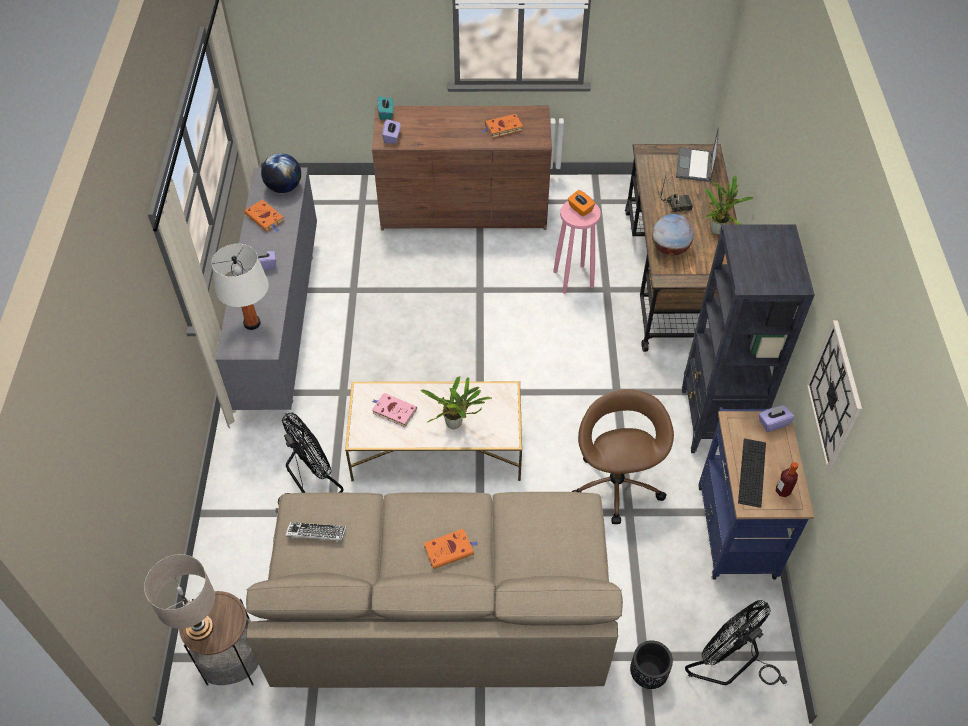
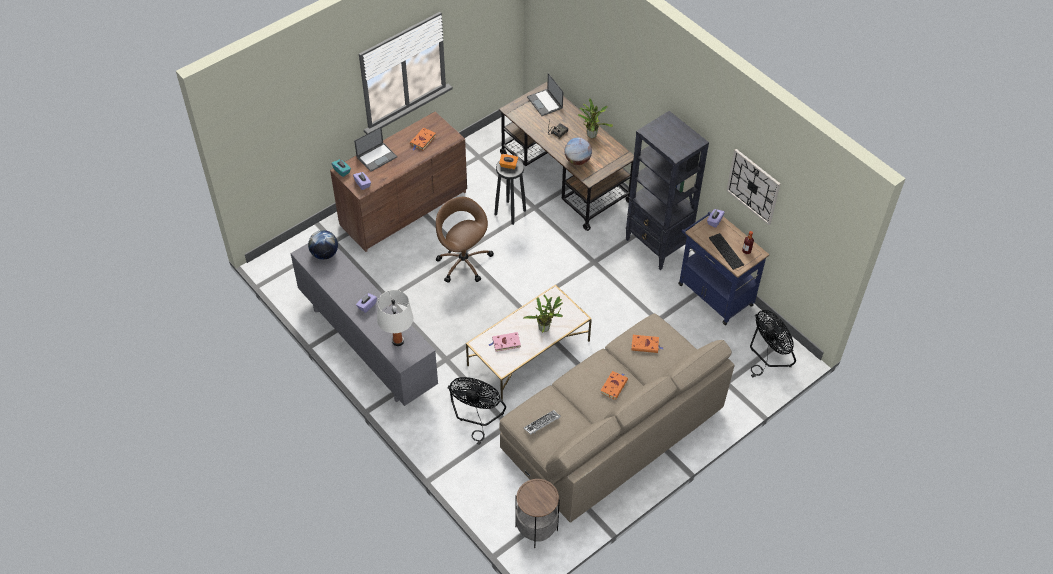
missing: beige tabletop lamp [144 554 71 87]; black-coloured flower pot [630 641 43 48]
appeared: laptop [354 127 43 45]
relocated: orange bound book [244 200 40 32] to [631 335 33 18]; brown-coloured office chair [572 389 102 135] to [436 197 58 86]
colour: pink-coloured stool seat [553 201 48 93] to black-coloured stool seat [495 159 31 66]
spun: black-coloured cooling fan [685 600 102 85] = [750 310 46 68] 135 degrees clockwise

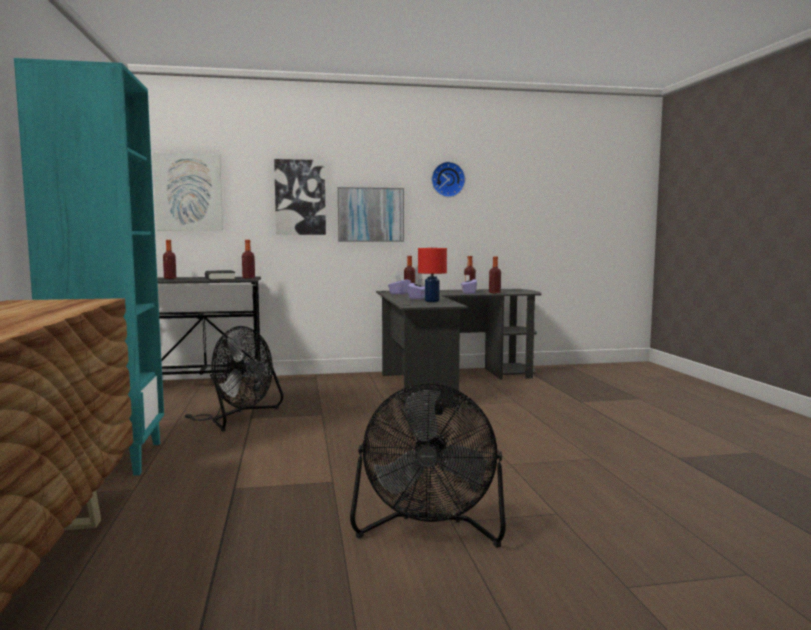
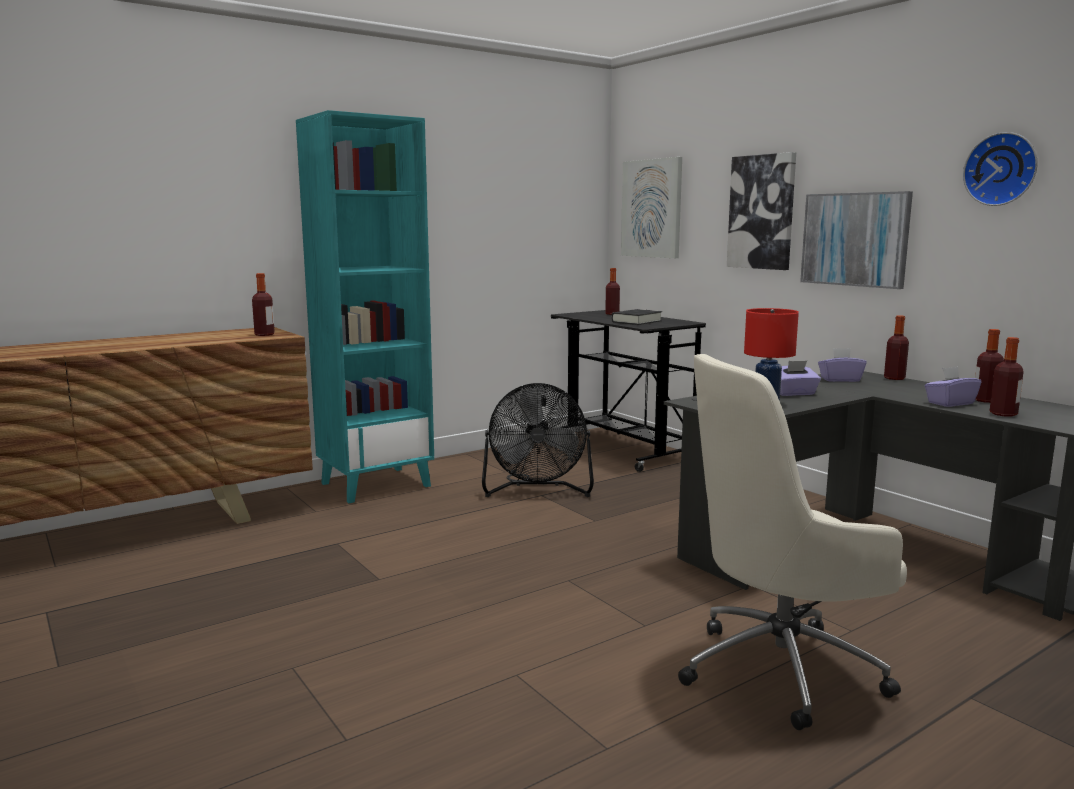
missing: black-coloured cooling fan [350 384 156 164]
appeared: beige office chair [678 354 229 376]
relocated: beverage bottle [242 240 13 38] to [252 273 23 63]

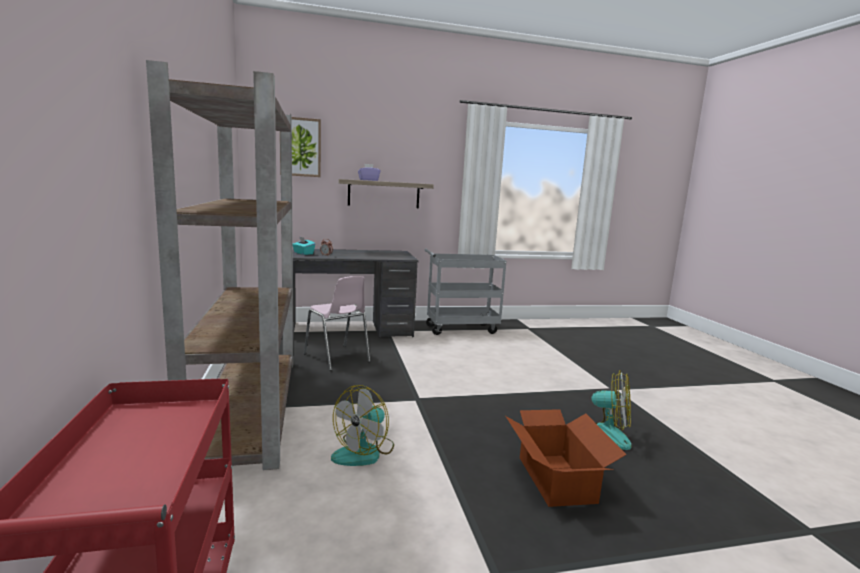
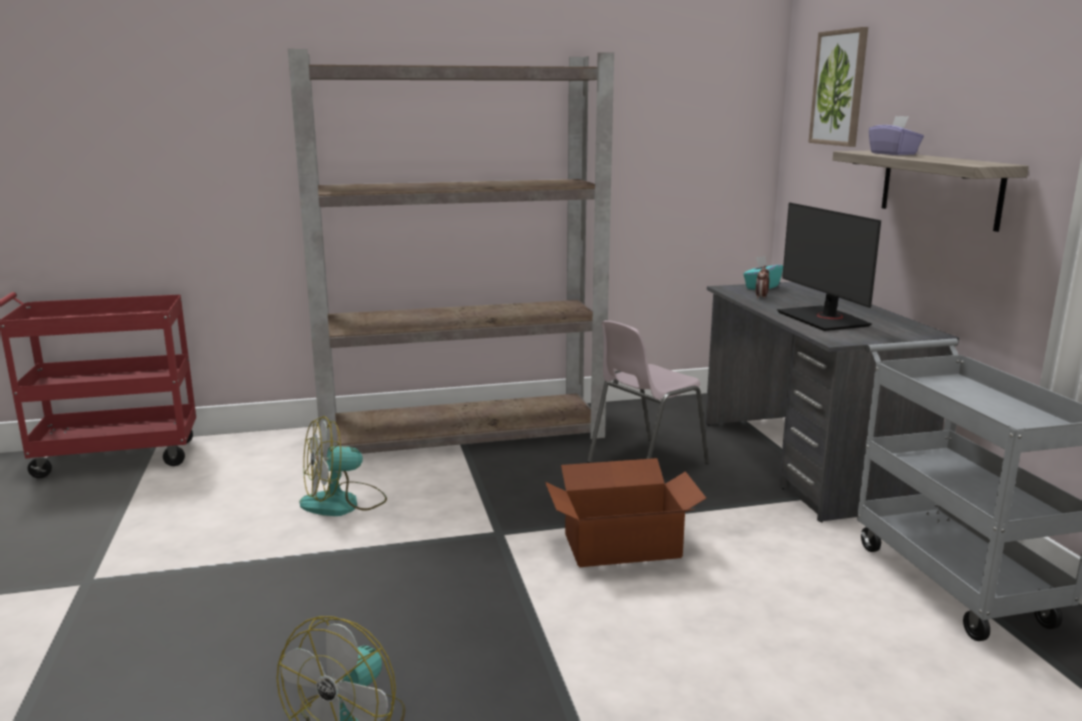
appeared: computer screen [777 203 104 128]
relocated: carton [506 409 121 98] to [545 458 161 109]
spun: cooling fan [331 385 63 81] = [299 416 88 100] 60 degrees counterclockwise

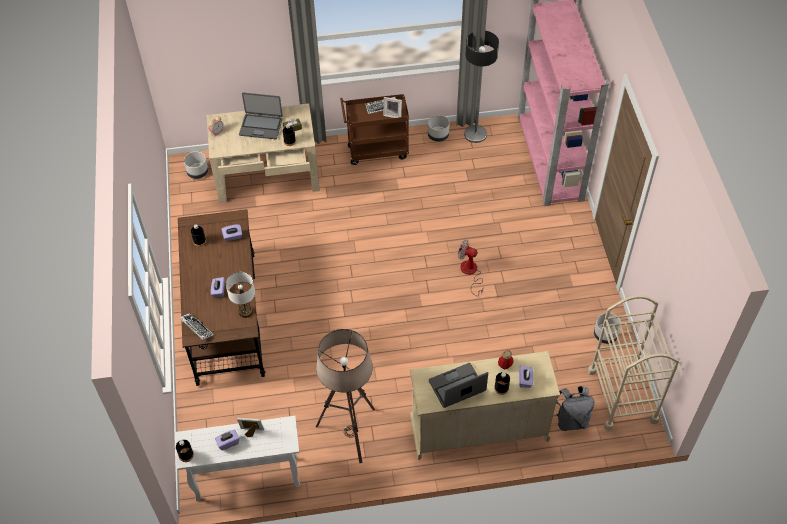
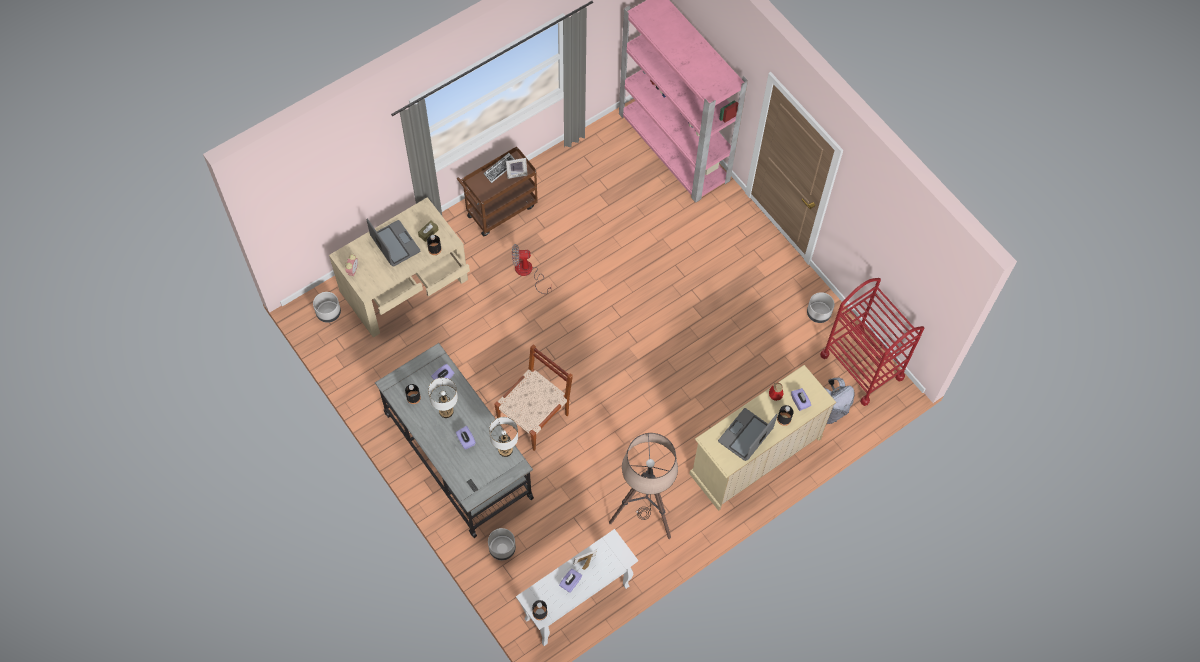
missing: standing lamp [464 31 35 112]; computer keyboard [180 313 34 27]
appeared: plain chair [494 344 79 107]; tabletop lamp [428 377 30 41]
relocated: gray flower pot [428 115 22 27] to [488 528 28 32]; cooling fan [458 240 25 56] to [512 244 39 50]
colour: brown-coloured desk unit [178 209 87 177] to gray desk unit [375 343 159 195]; beige wheeled cart [588 295 91 136] to reddish wheeled cart [820 278 105 128]
spun: laptop [239 93 44 46] = [367 219 53 48] 105 degrees counterclockwise

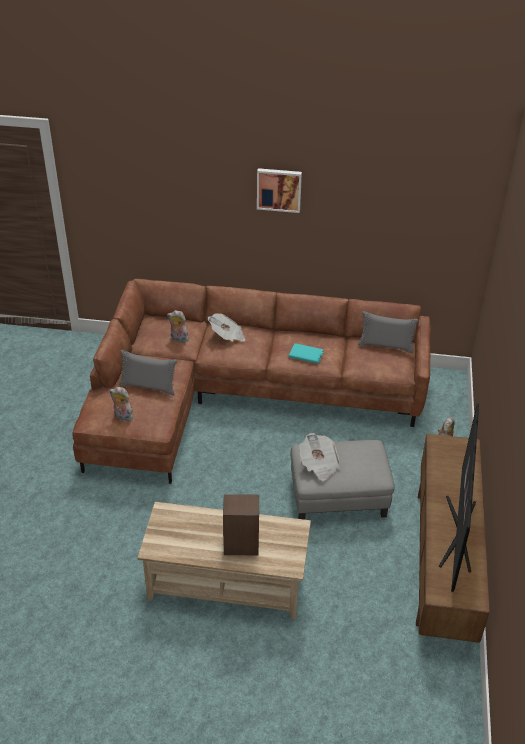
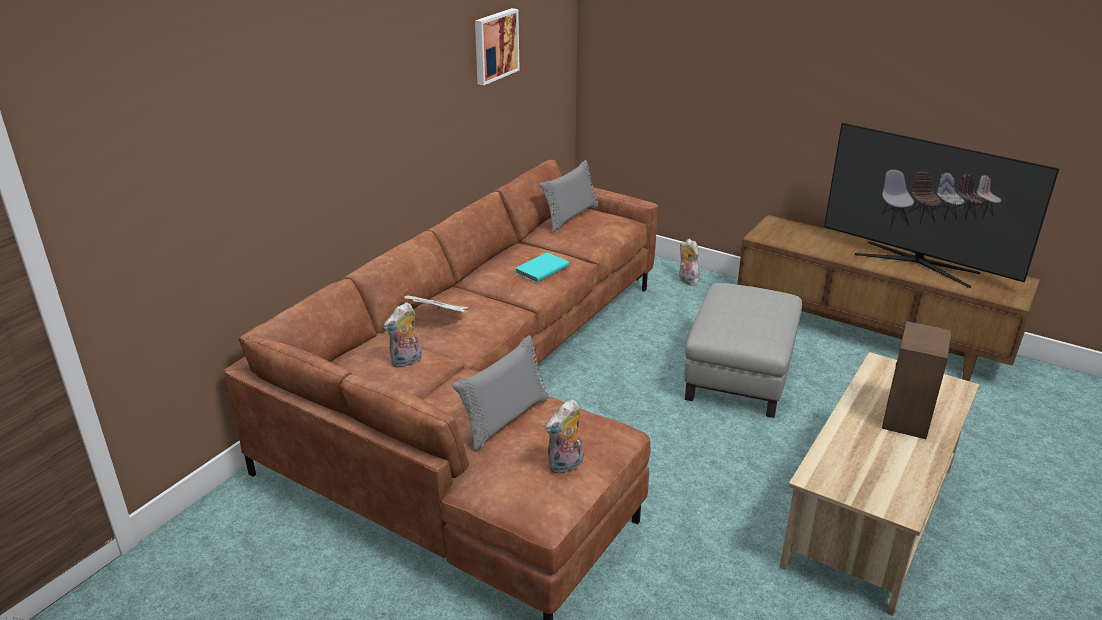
missing: daily paper [299 433 41 48]
relocated: picture [257 168 45 45] to [475 8 44 77]

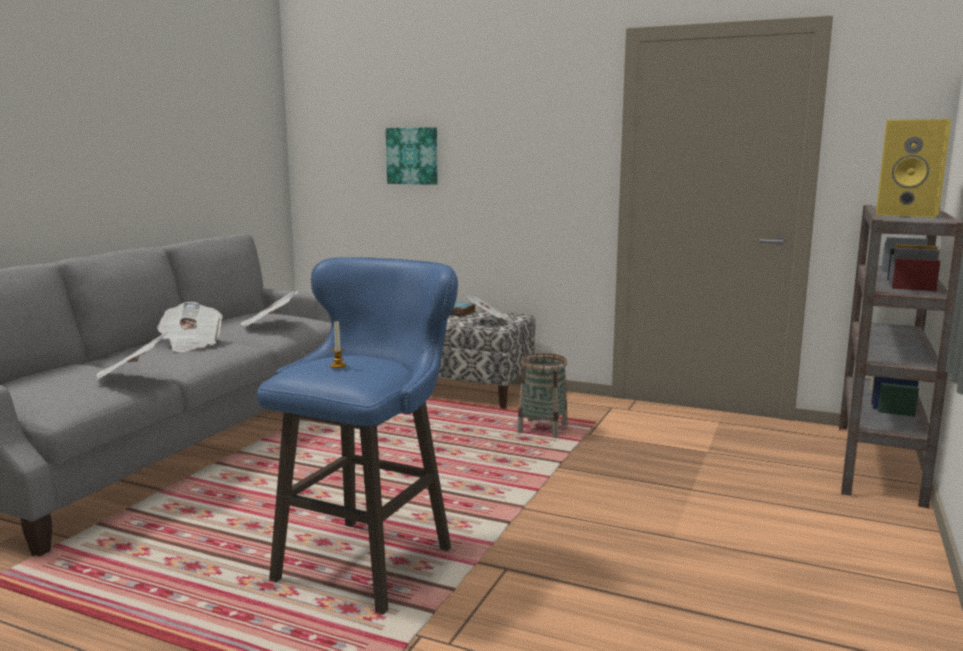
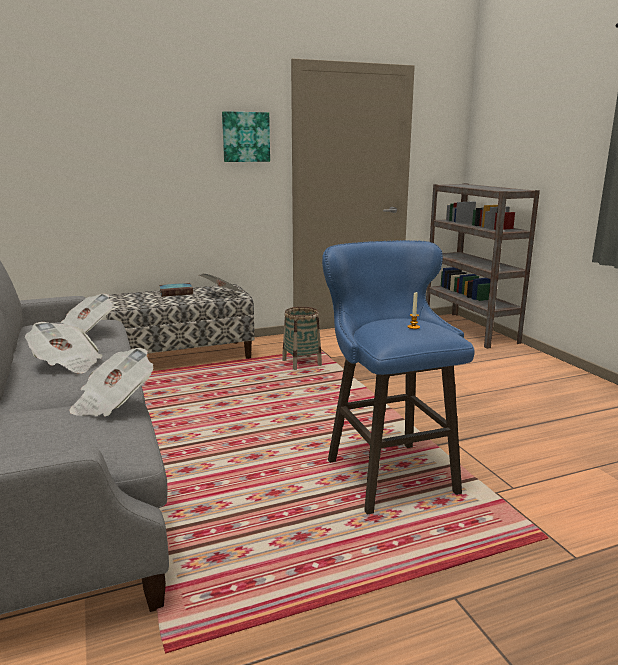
missing: yellow speaker [876 119 75 99]
relocated: picture [386 127 52 58] to [222 111 48 51]

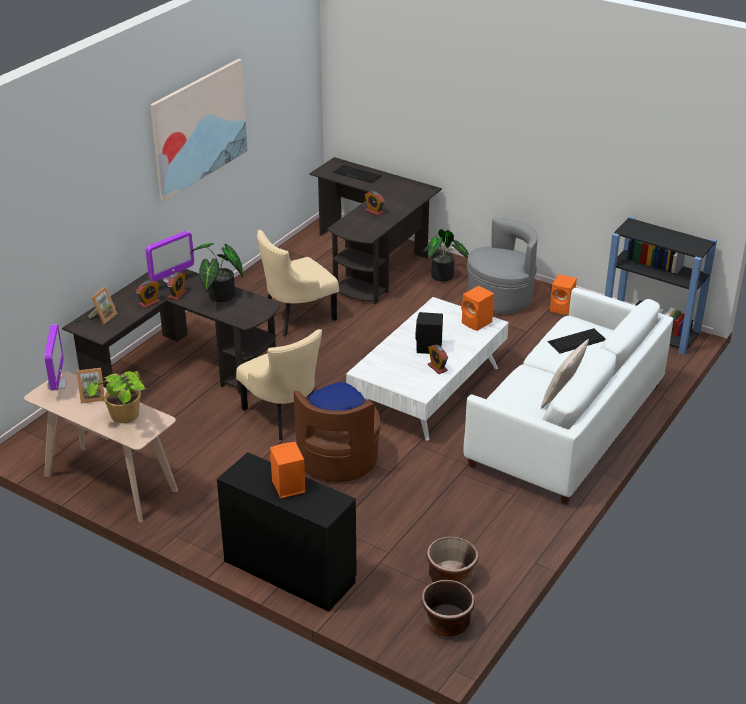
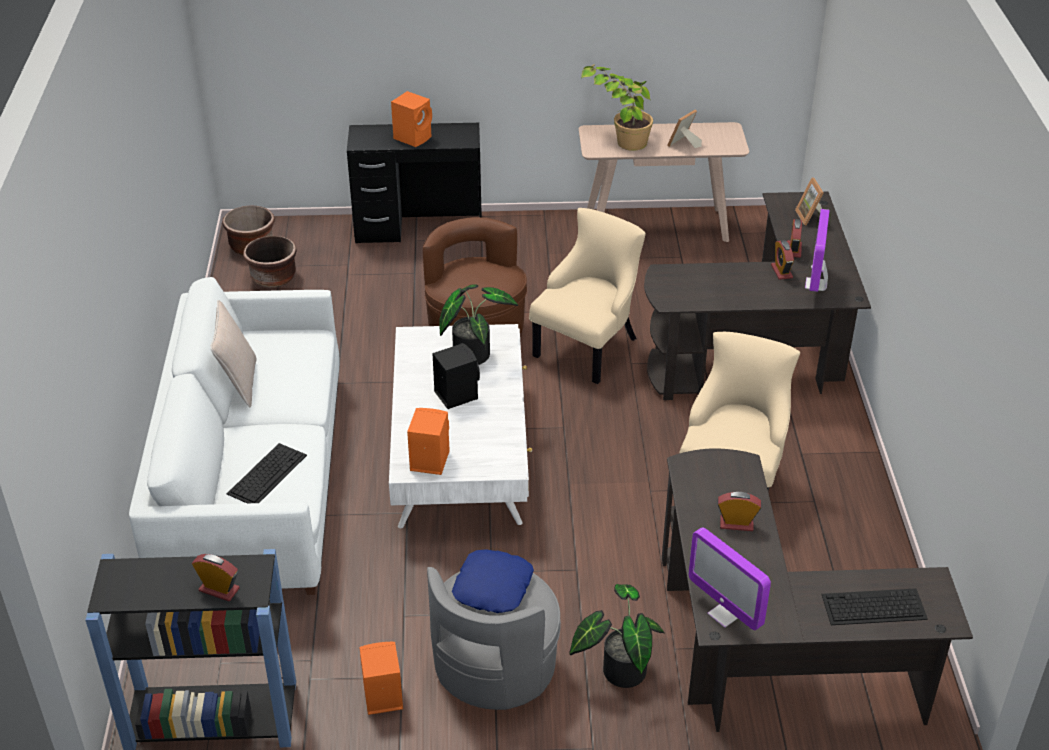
missing: picture [150 59 97 143]
relocated: houseplant [190 243 53 59] to [440 285 79 80]; computer screen [44 324 23 67] to [688 527 83 103]; bedside clock [428 344 20 30] to [192 554 48 47]; bluish pillow [308 382 57 29] to [452 549 82 64]
spun: beige plain chair [236 329 86 111] = [529 208 117 176] 105 degrees clockwise

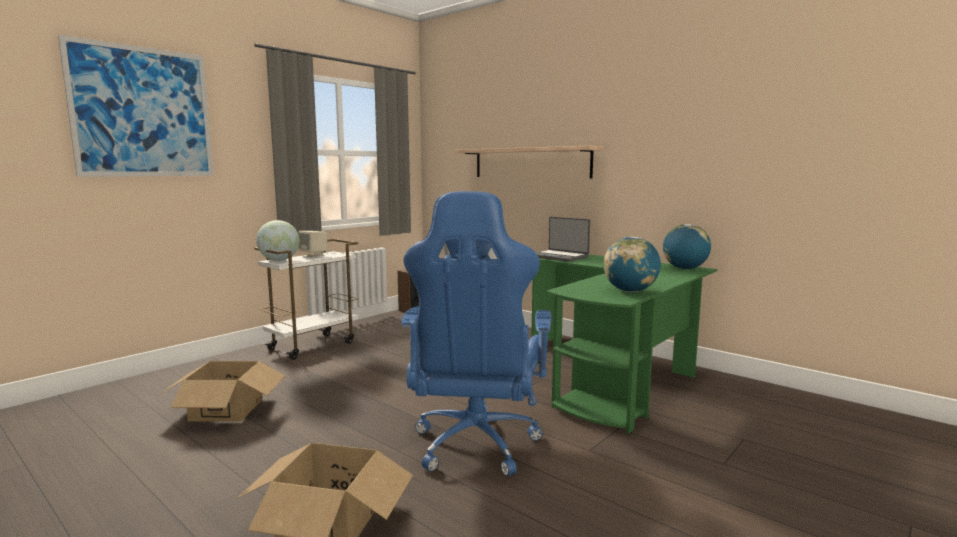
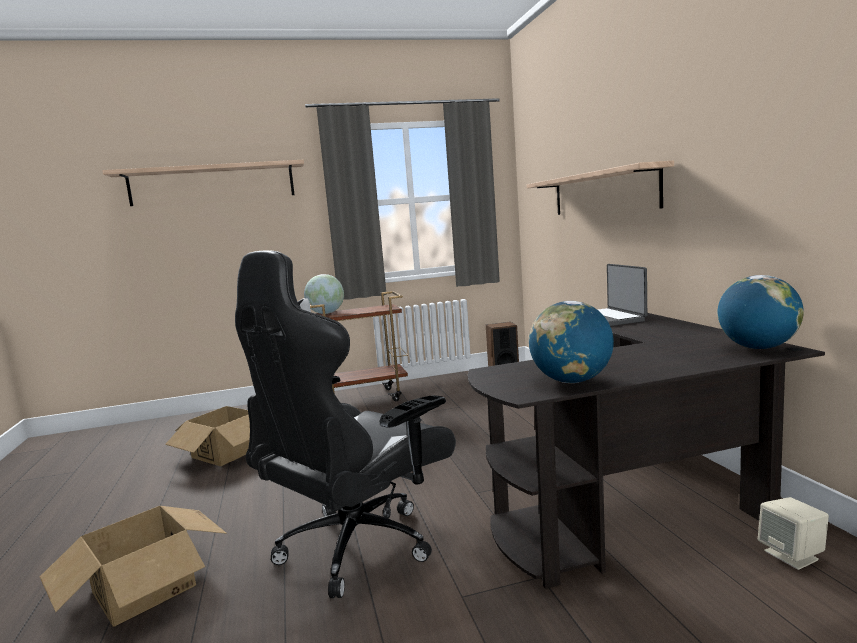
relocated: beige speaker [298 231 29 27] to [758 497 71 73]
exchanged: picture [58 35 156 142] to wall shelf [102 160 202 46]
colour: bluish office chair [402 191 149 285] to black-coloured office chair [235 250 221 348]; white wheeled cart [254 239 105 121] to brown-coloured wheeled cart [310 291 98 110]; green desk unit [531 254 186 179] to black-coloured desk unit [468 313 357 276]

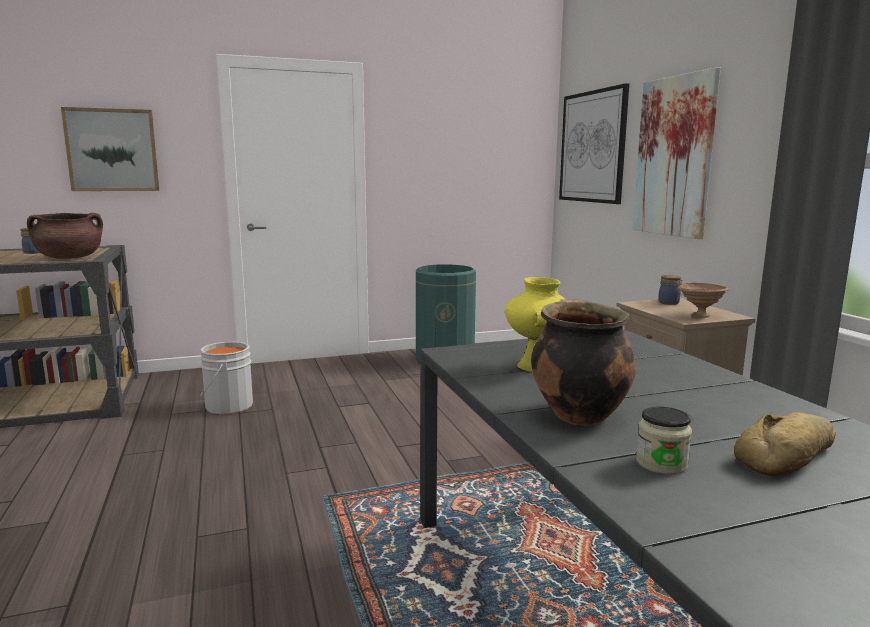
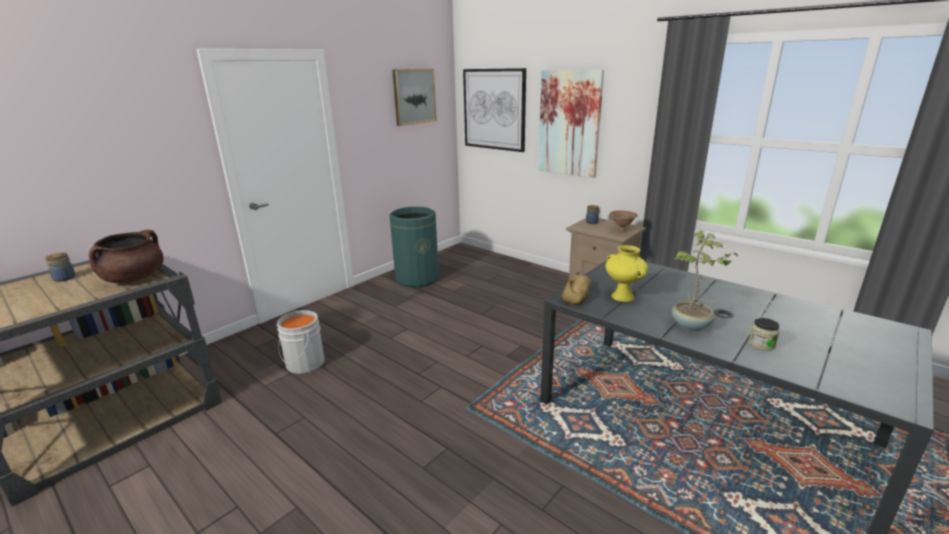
relocated: picture [61 107 98 84] to [392 68 45 58]; baked bread [734 412 102 64] to [562 275 29 30]
exchanged: cooking pot [531 299 105 127] to houseplant [672 230 66 101]

